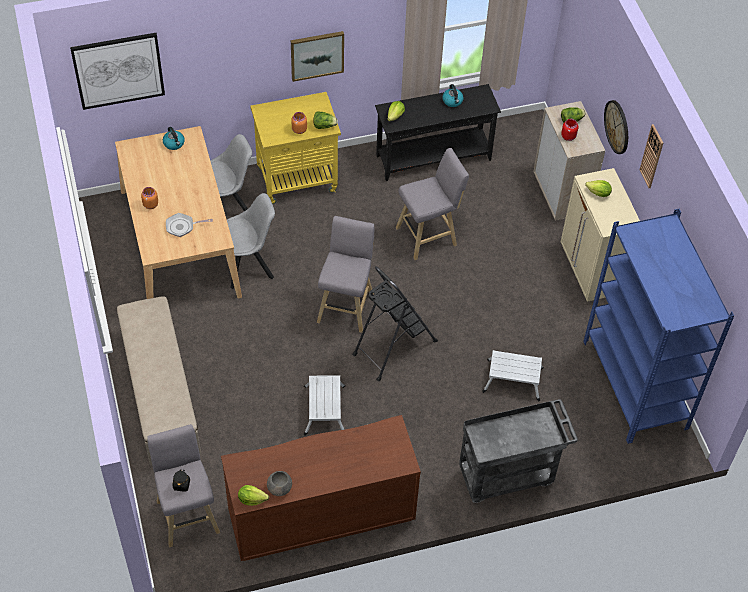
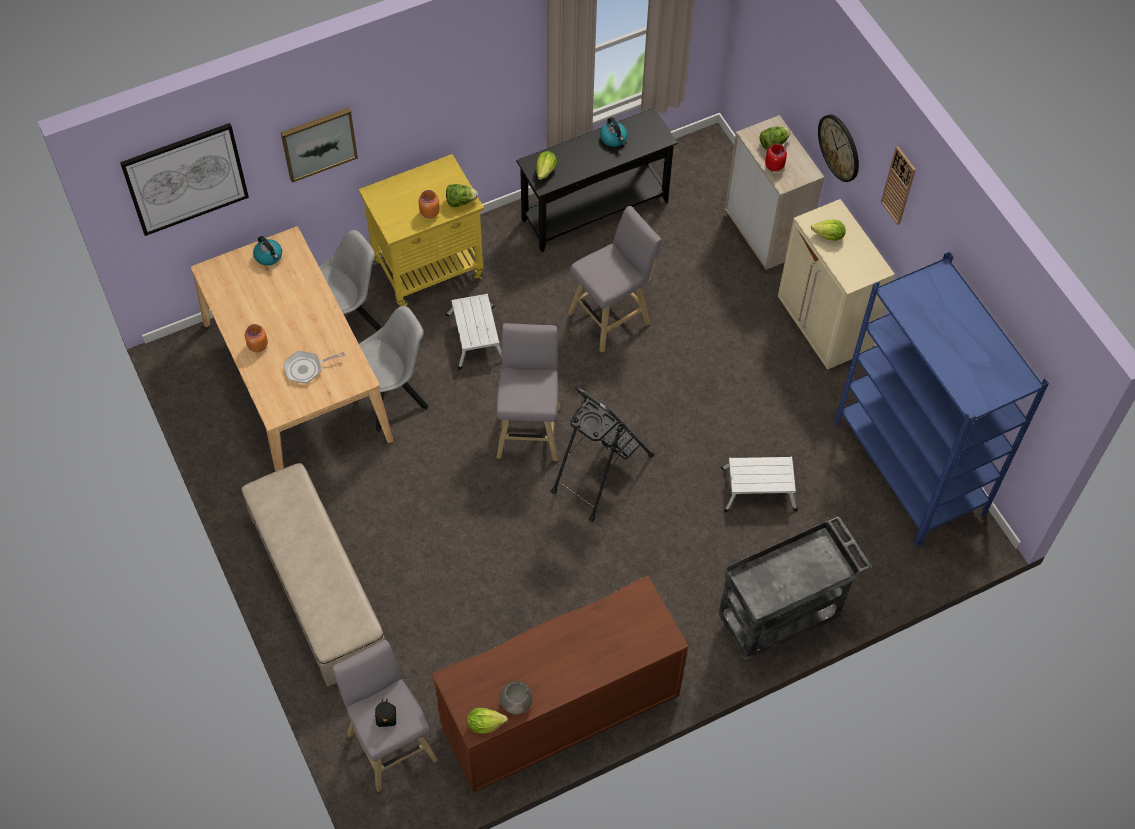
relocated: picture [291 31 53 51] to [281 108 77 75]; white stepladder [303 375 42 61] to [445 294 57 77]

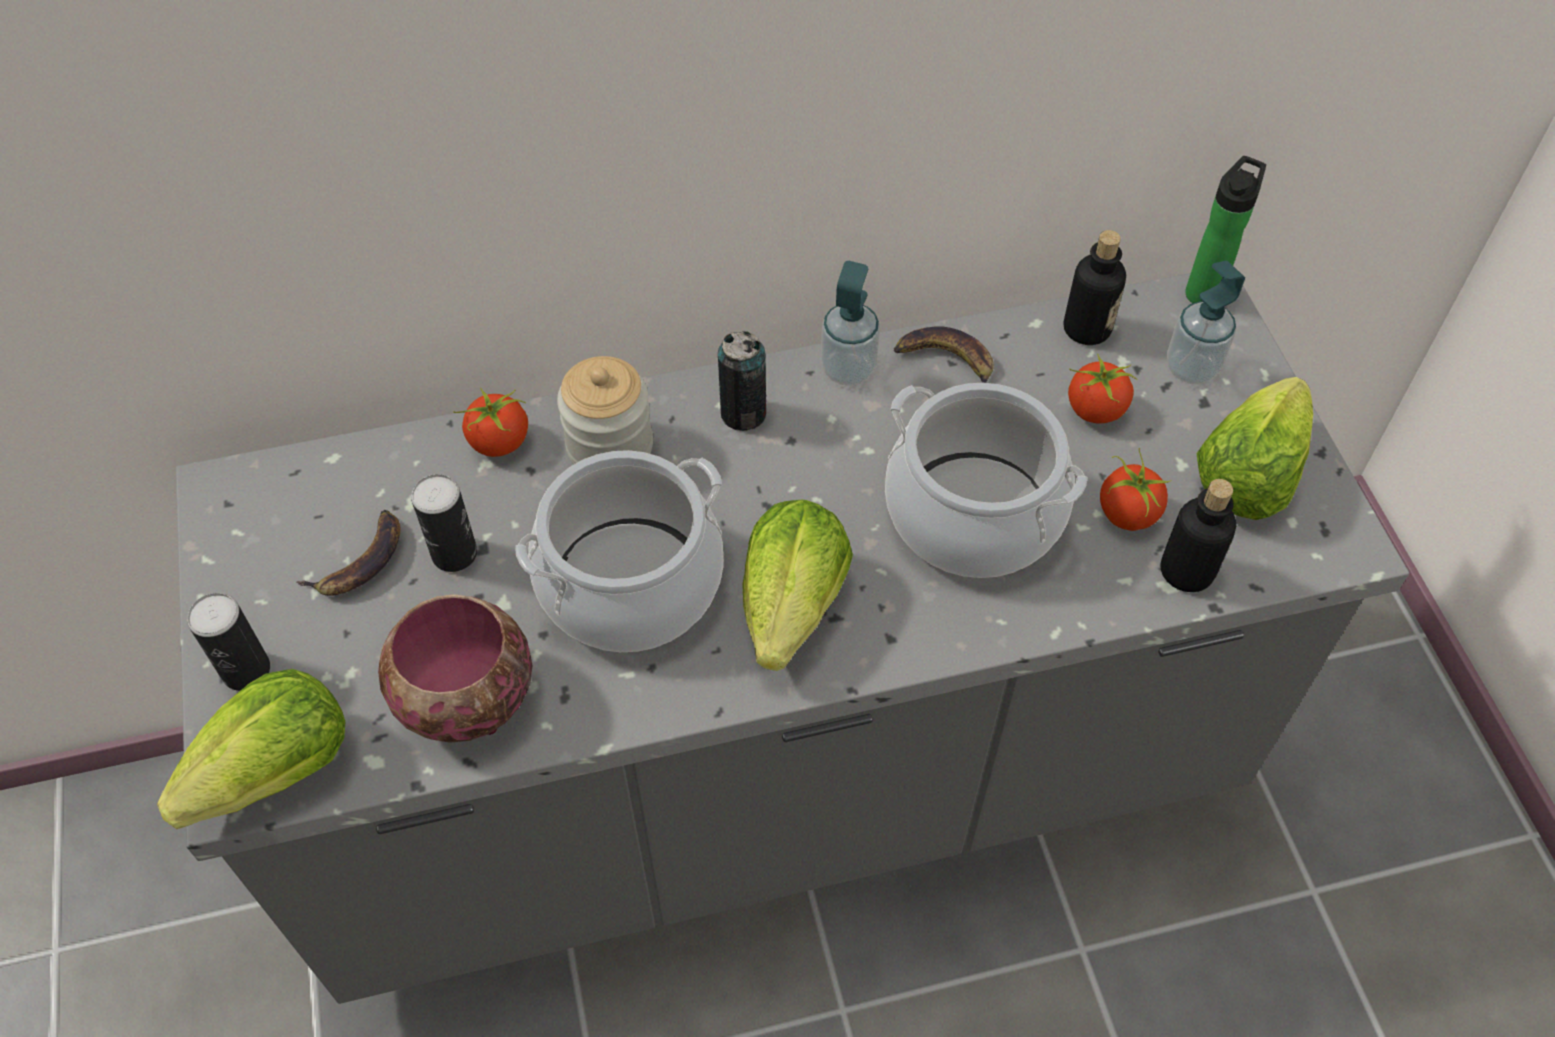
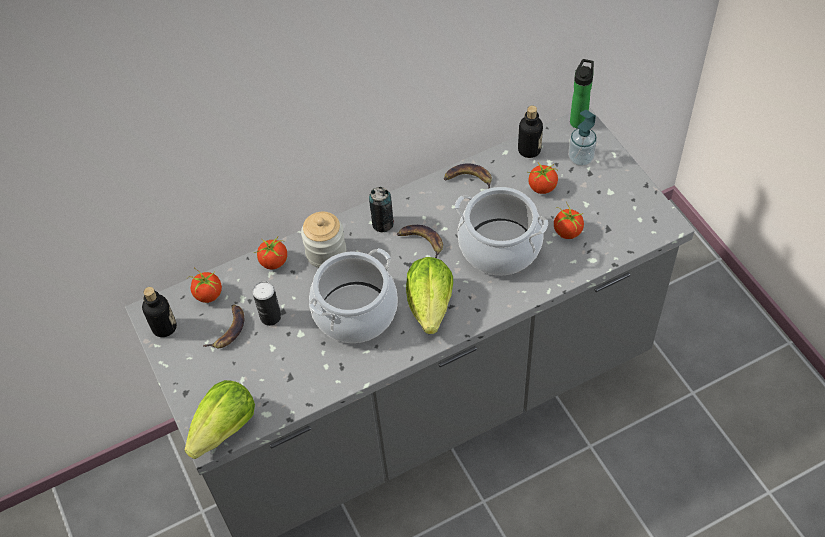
missing: soap bottle [821 261 59 125]; lettuce [1196 377 117 143]; sealed can [187 593 83 98]; deep dish [378 594 155 149]
appeared: banana fruit [397 225 46 33]; tomato [187 267 35 36]
relocated: beverage bottle [1161 479 75 113] to [142 287 35 50]

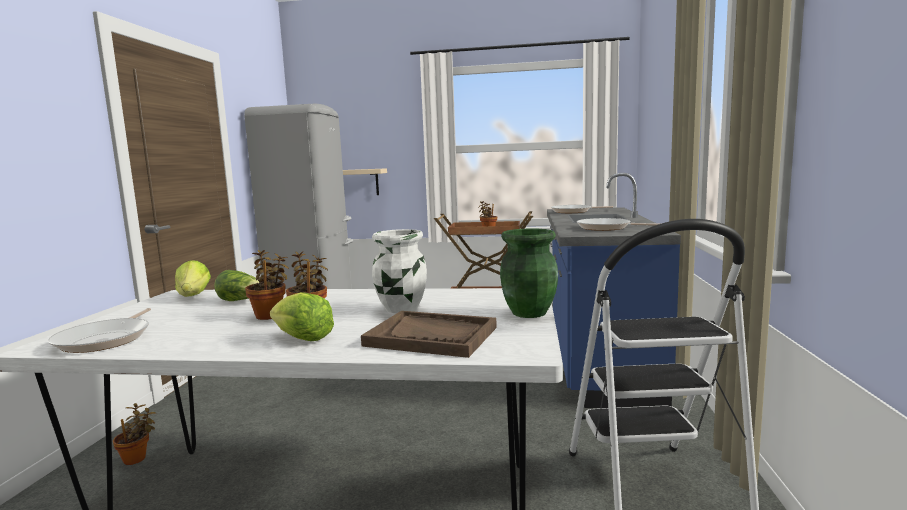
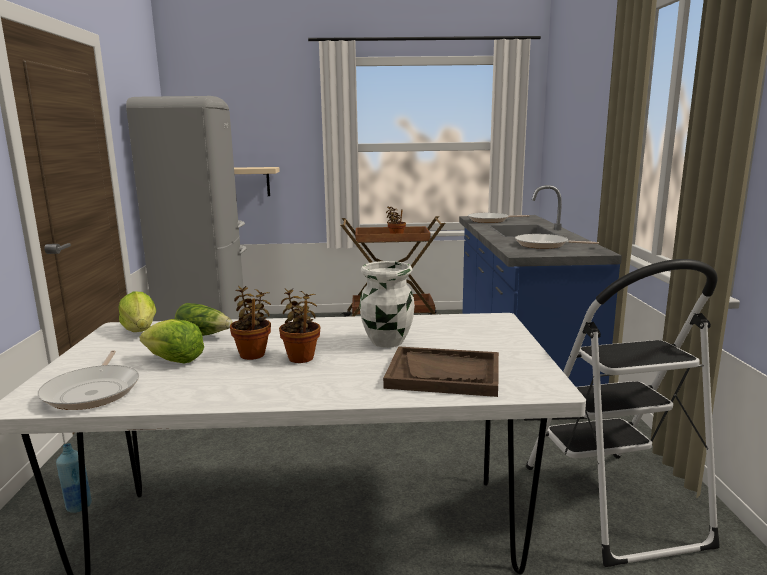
missing: green flower vase [500 228 58 90]
relocated: lettuce [270 292 64 49] to [139 319 65 44]
exchanged: houseplant [113 403 43 62] to bluish beverage bottle [56 443 36 70]

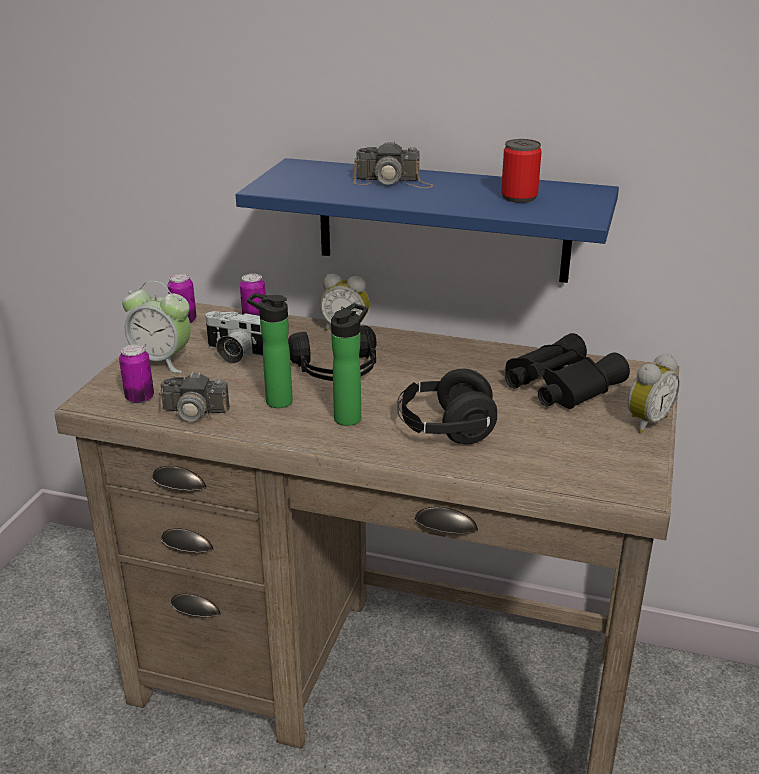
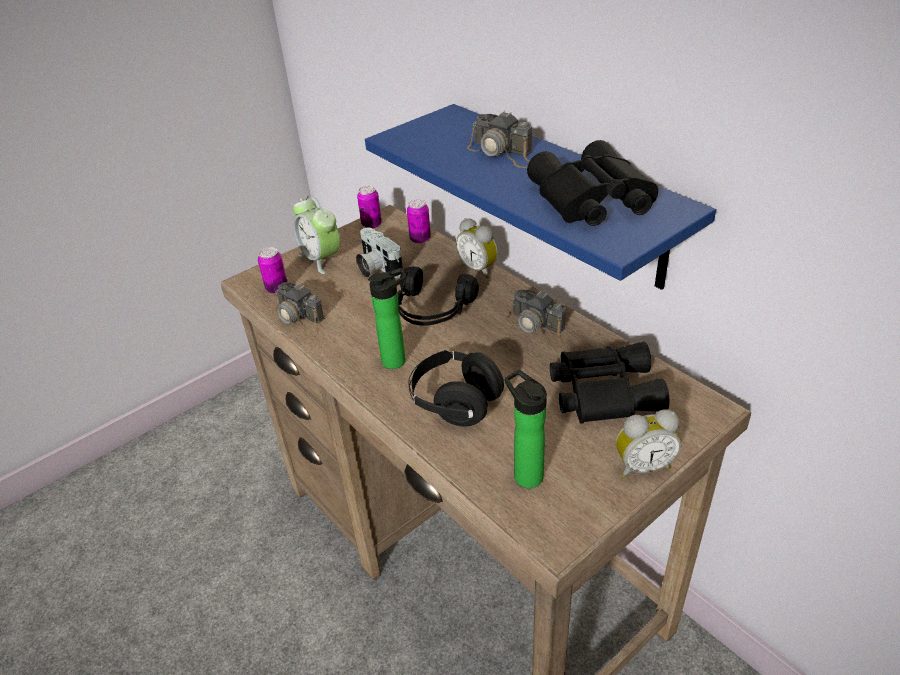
appeared: still camera [505 289 61 59]
relocated: beverage bottle [247 293 46 115] to [504 370 43 118]
exchanged: sealed can [501 139 41 64] to black-coloured pair of binoculars [527 140 131 86]

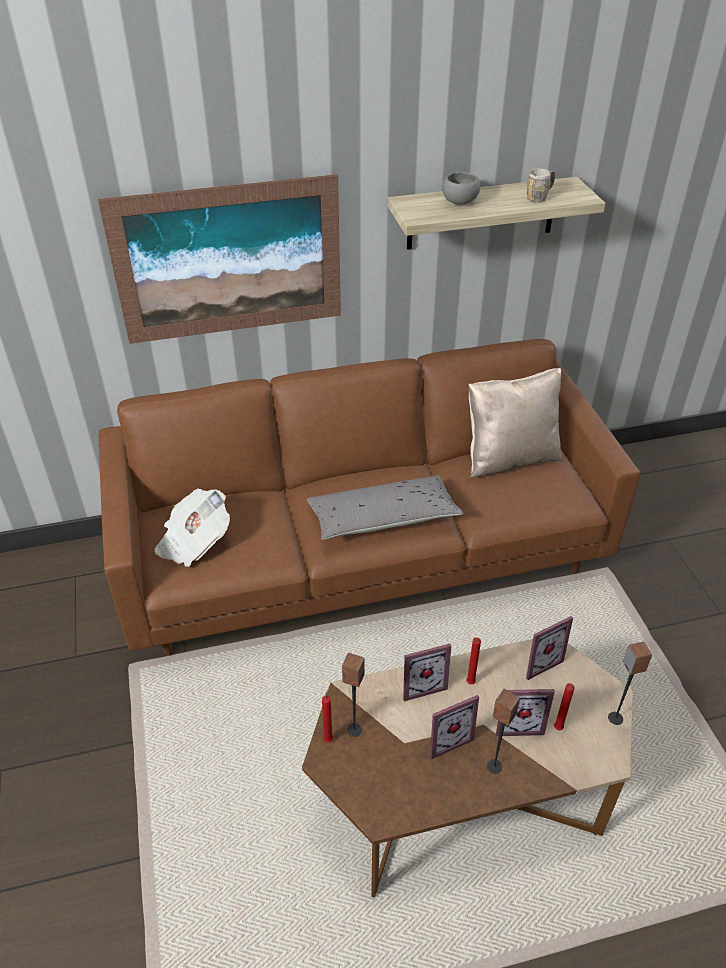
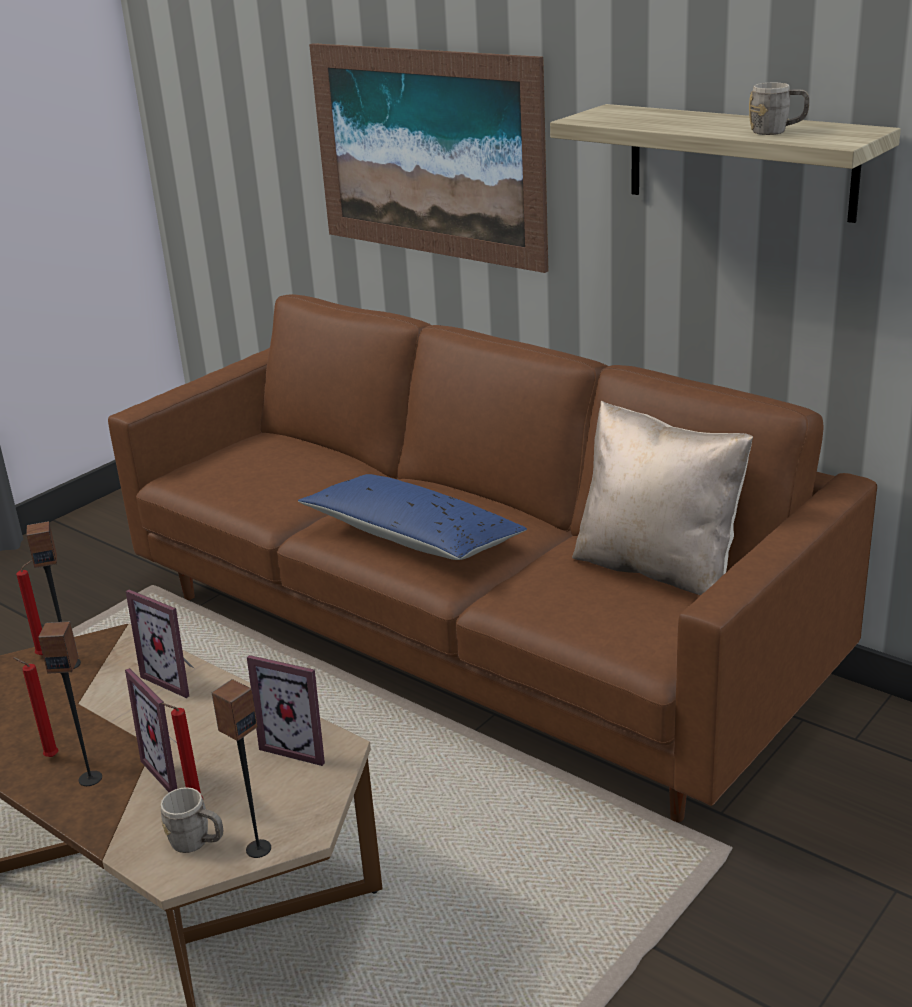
missing: gray deep dish [443 172 37 33]; daily paper [155 489 75 78]; photo frame [430 695 49 64]
appeared: gray coffee mug [161 787 62 66]
relocated: reddish candle [466 637 15 47] to [13 657 45 100]
colour: gray pillow [307 475 157 65] to bluish pillow [298 474 229 86]

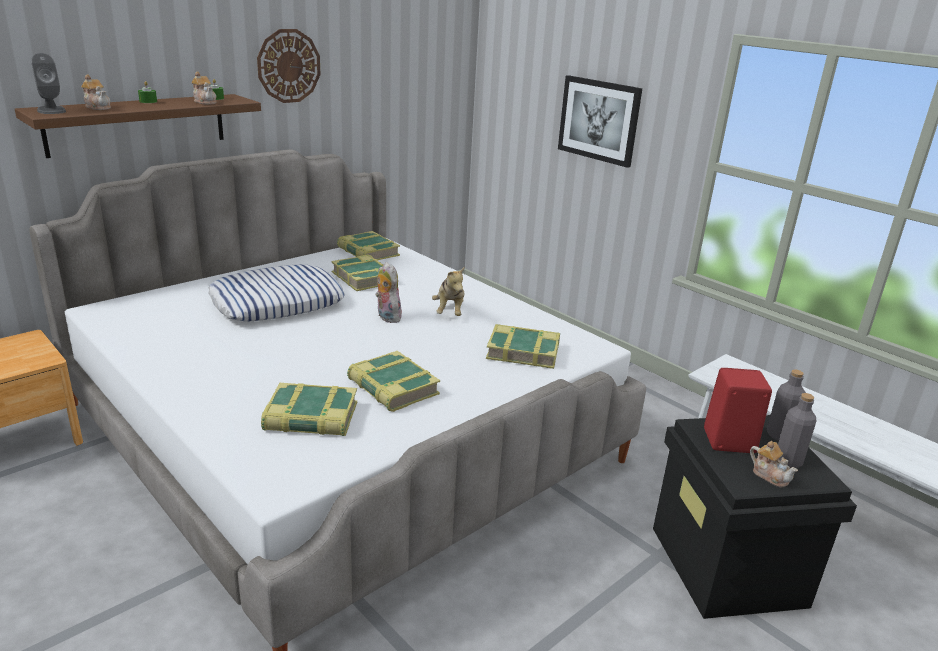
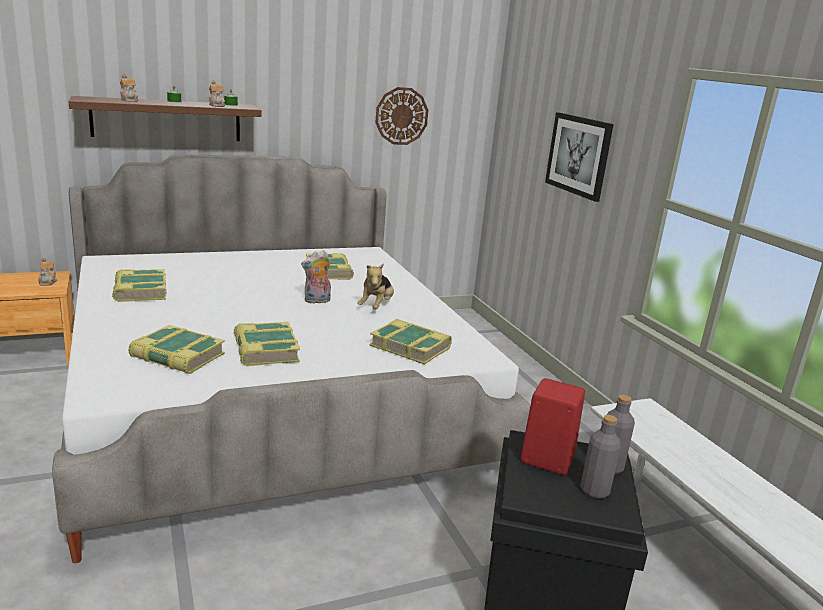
missing: gray speaker [31 53 35 61]; pillow [208 264 137 57]
relocated: clock on the wall [257 29 63 74] to [375 87 53 58]; bound book [337 231 63 29] to [112 269 54 33]; pot for tea [750 441 48 46] to [38 258 19 28]
spun: soft toy [375 262 28 61] = [301 250 30 54] 105 degrees counterclockwise

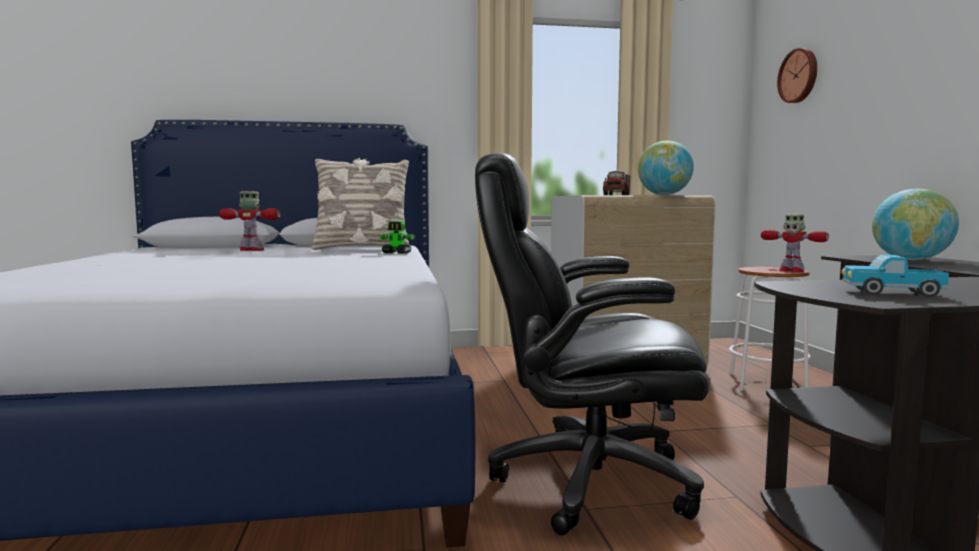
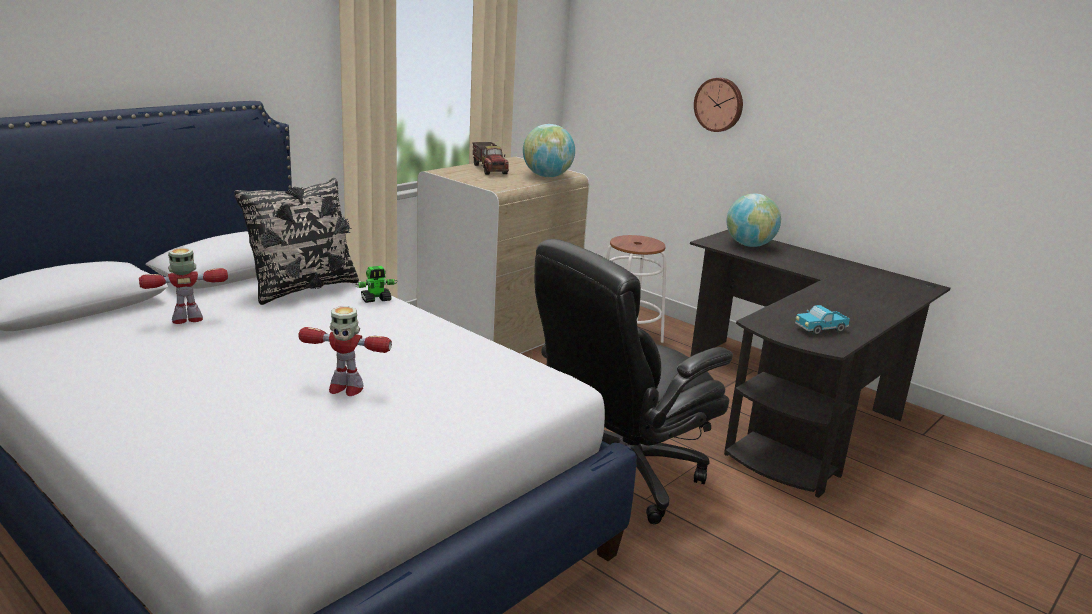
relocated: clock on the wall [777 48 40 55] to [694 78 49 54]; model robot [761 214 68 59] to [298 306 94 90]
colour: beige pillow [312 158 97 92] to black-coloured pillow [234 178 125 127]

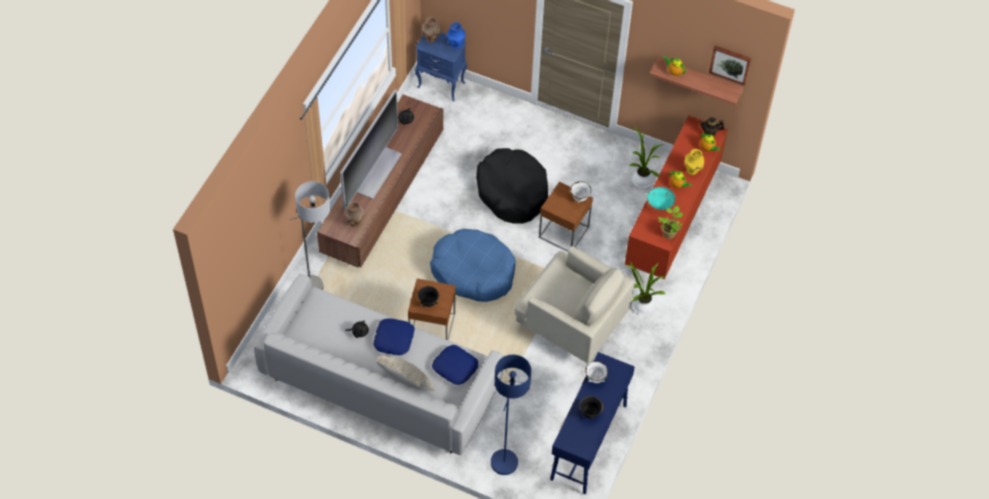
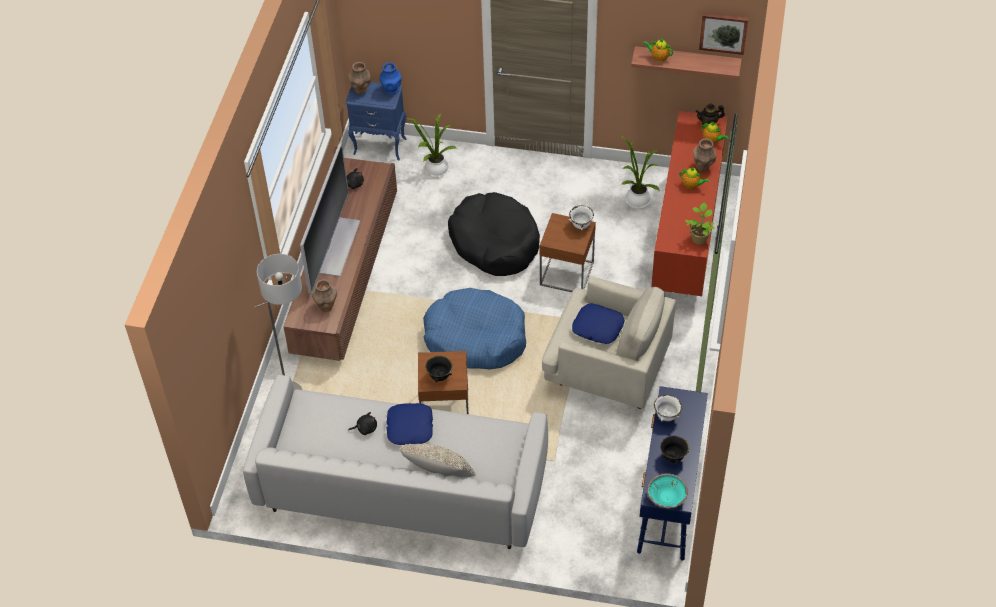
missing: bluish standing lamp [491 355 40 120]
relocated: turquoise deep dish [646 186 30 25] to [648 474 40 34]; houseplant [625 261 40 54] to [407 113 50 65]; bluish pillow [432 345 46 40] to [572 303 53 41]
colour: yellow flower vase [685 149 19 26] to brown-coloured flower vase [693 138 23 34]

